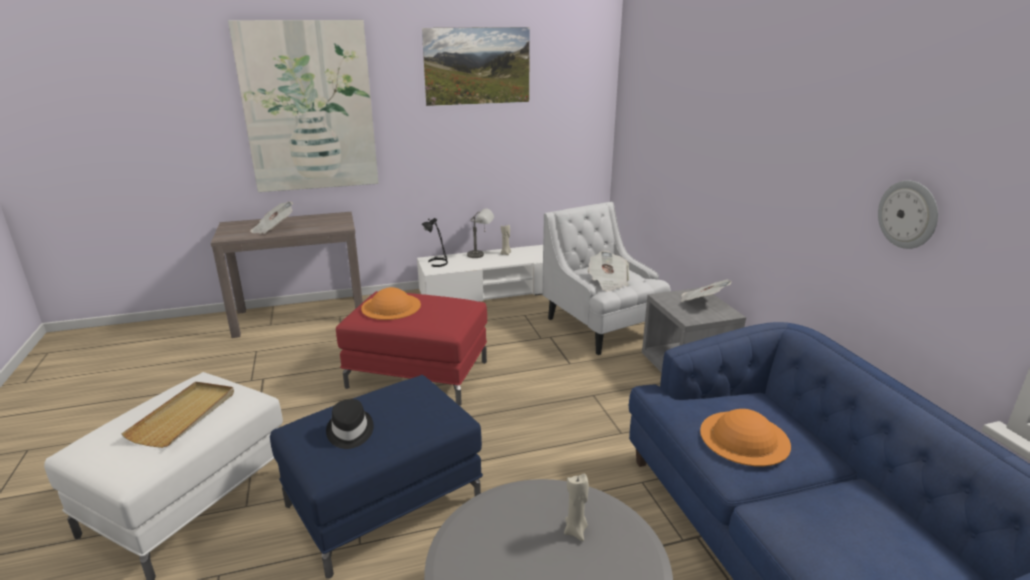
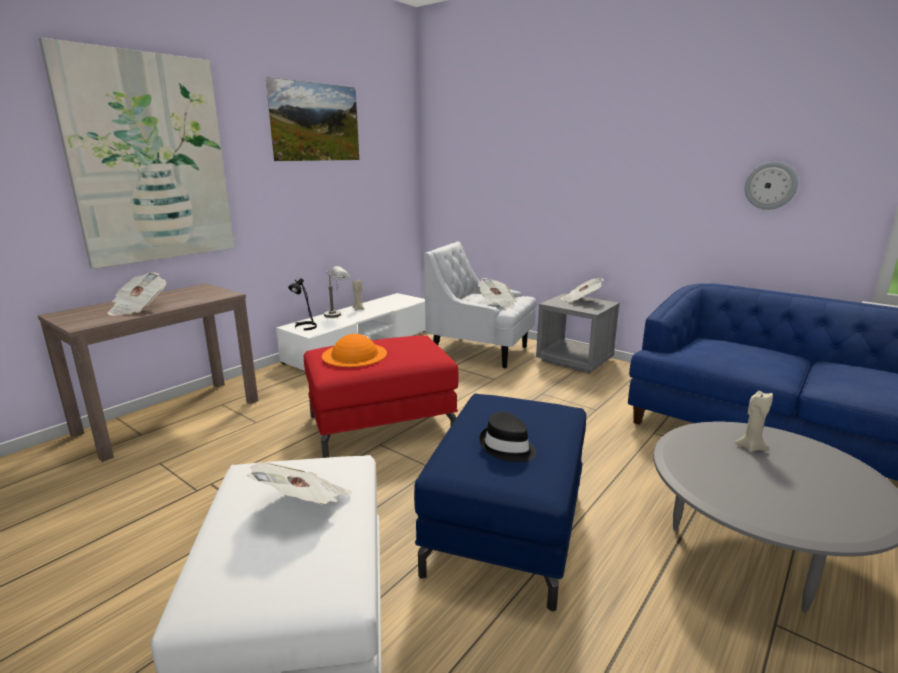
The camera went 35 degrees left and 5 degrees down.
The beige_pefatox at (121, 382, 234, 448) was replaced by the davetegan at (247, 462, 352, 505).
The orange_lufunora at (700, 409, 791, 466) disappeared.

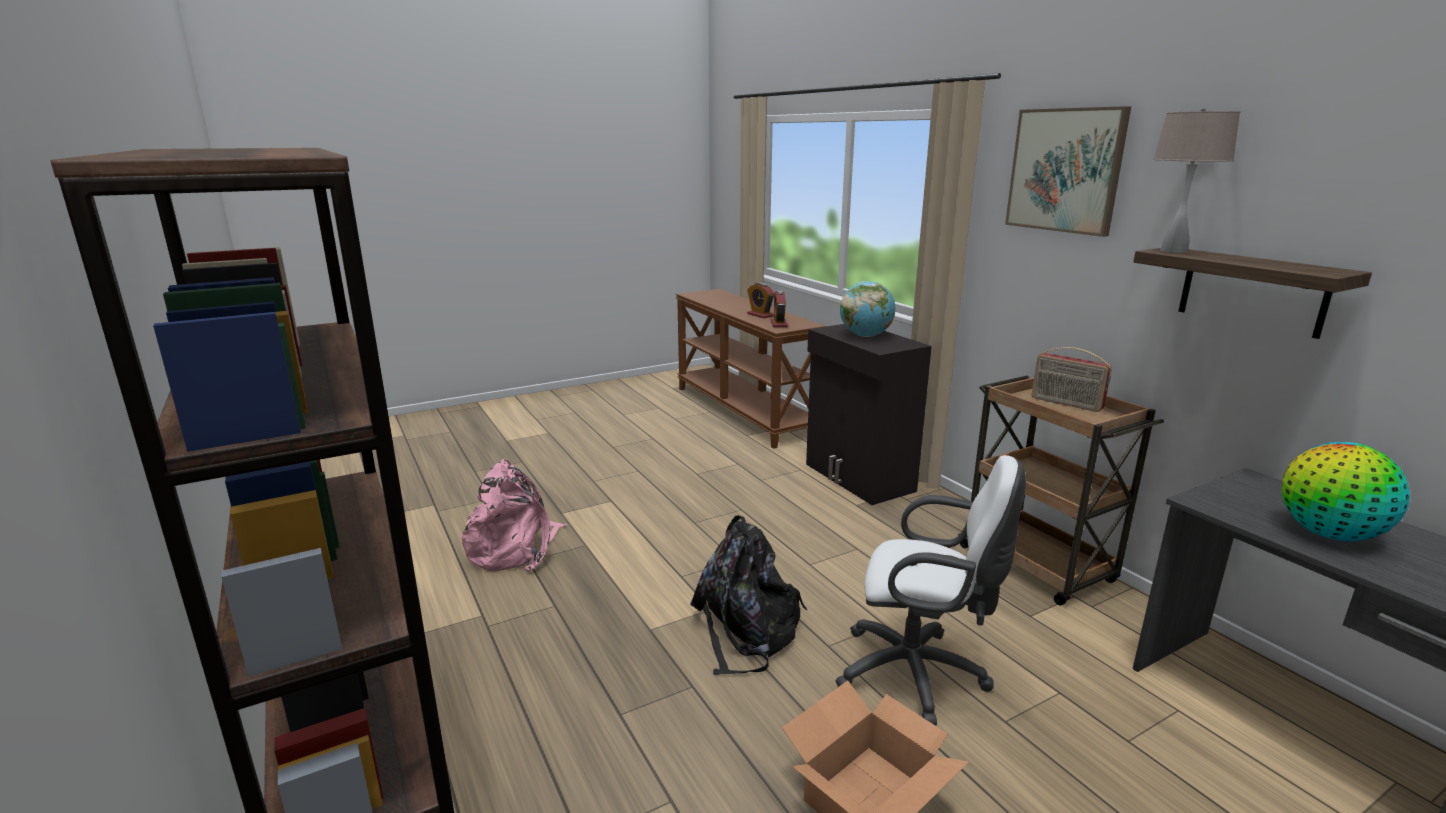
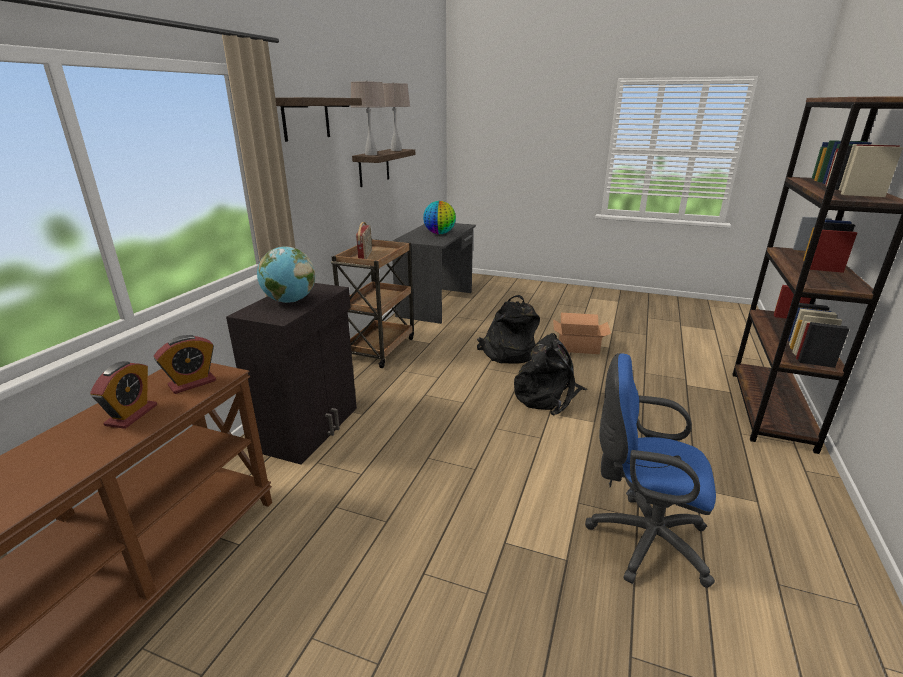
The camera went 130 degrees left and 5 degrees up.
The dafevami at (1005, 106, 1131, 237) was replaced by the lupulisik at (275, 97, 362, 142).
The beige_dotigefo at (382, 82, 410, 151) appeared.
The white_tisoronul at (836, 455, 1026, 726) was replaced by the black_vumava at (477, 295, 540, 364).
The pink_vumava at (462, 459, 567, 572) was replaced by the blue_tisoronul at (585, 353, 716, 588).

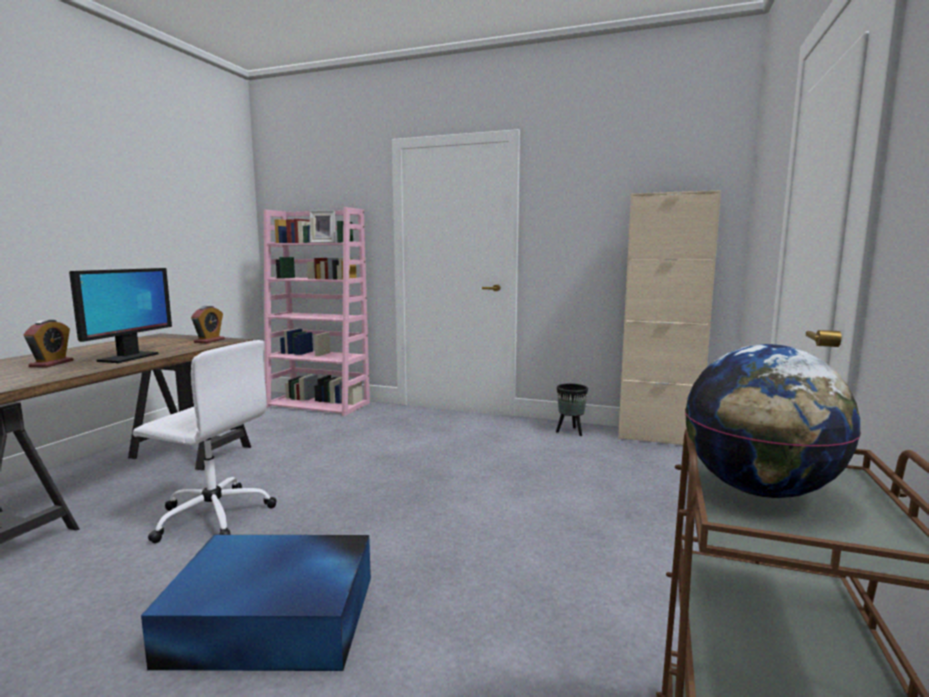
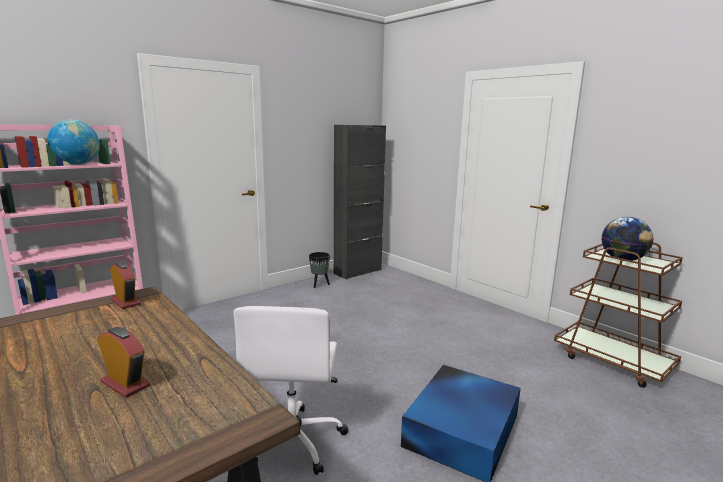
The camera went 60 degrees left and 5 degrees up.
The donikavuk at (310, 210, 335, 243) was replaced by the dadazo at (47, 119, 100, 165).
The white_tisoronul at (133, 340, 277, 543) turned 135 degrees clockwise.
The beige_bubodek at (618, 190, 721, 445) became the black_bubodek at (334, 125, 386, 280).
The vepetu at (69, 268, 172, 363) disappeared.

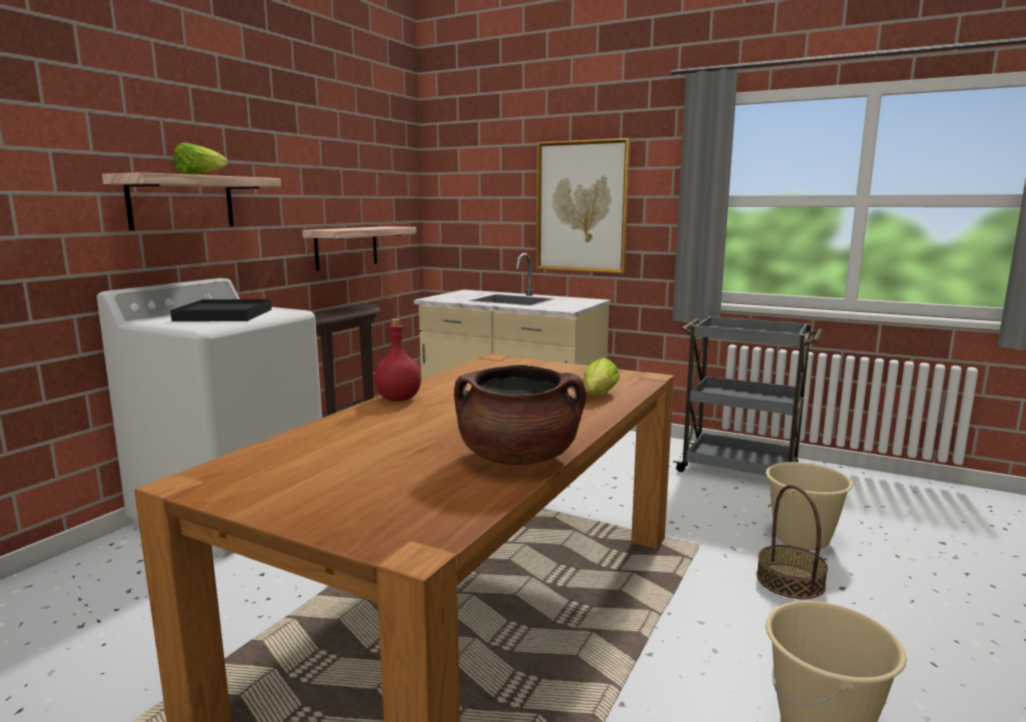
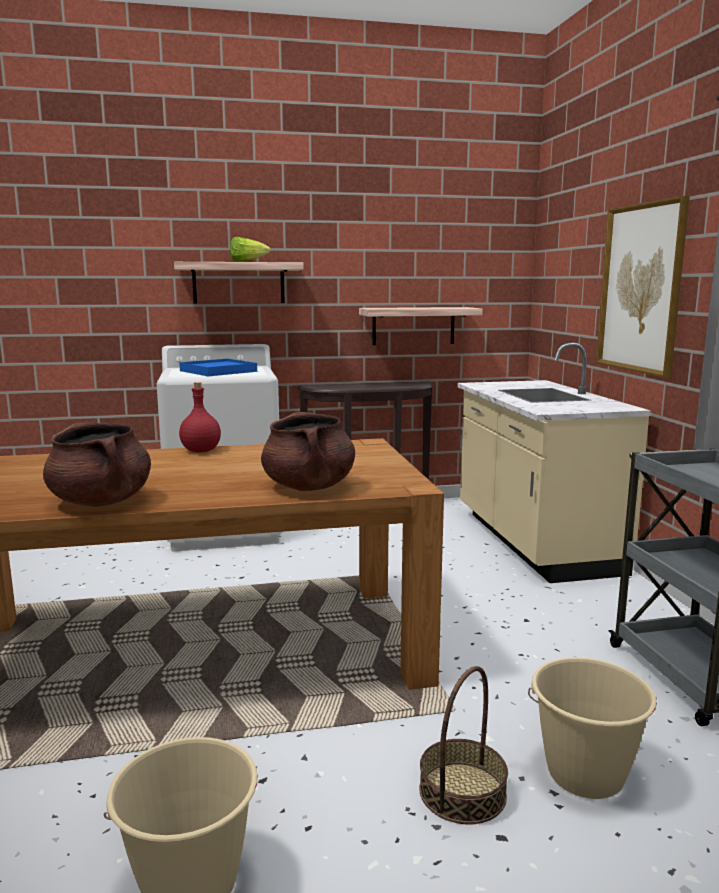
The camera went 50 degrees right and 0 degrees up.
The black_pefatox at (170, 299, 272, 322) became the blue_pefatox at (179, 359, 257, 376).
The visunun at (583, 358, 620, 395) was replaced by the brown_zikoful at (261, 412, 355, 491).

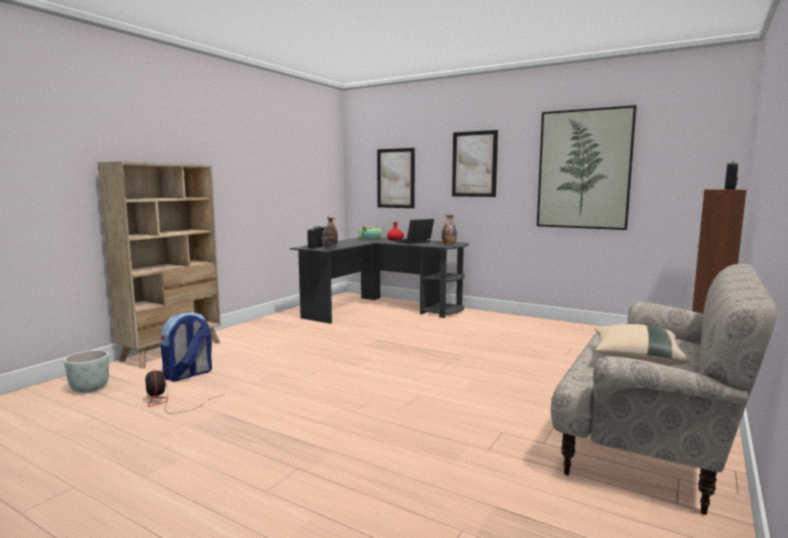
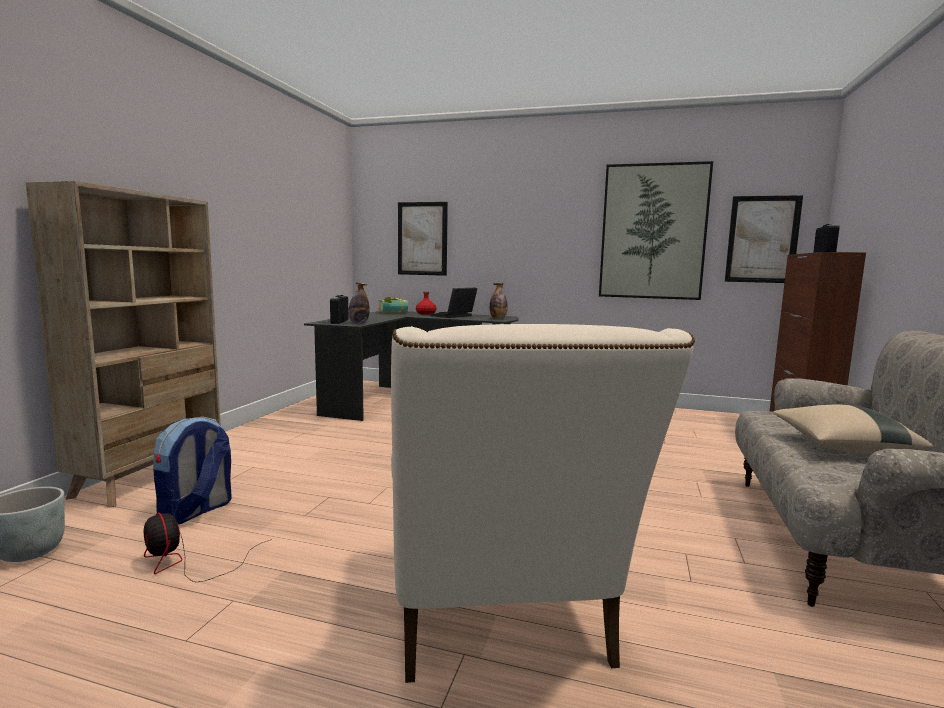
The camera went 15 degrees left and 0 degrees up.
The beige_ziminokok at (391, 324, 695, 683) appeared.
The dafevami moved from (452, 130, 498, 197) to (725, 195, 803, 283).

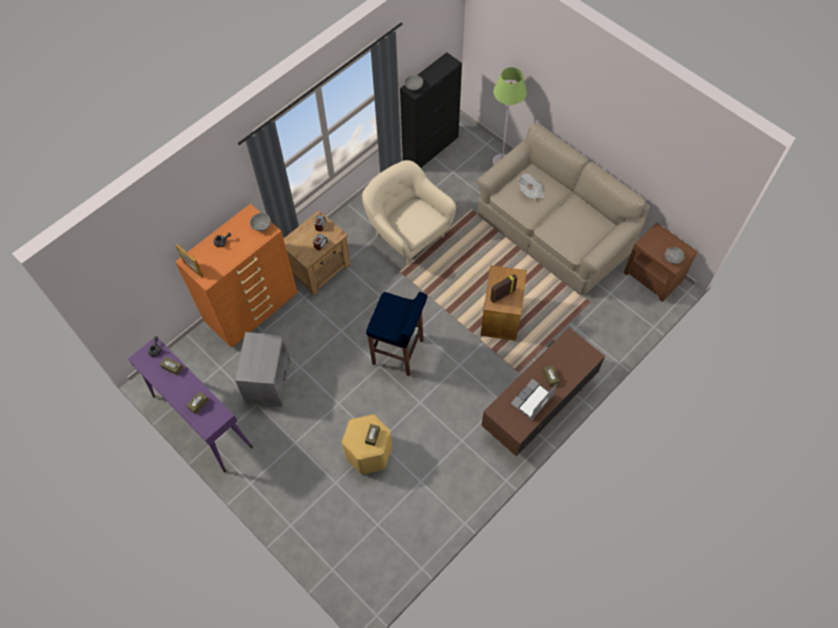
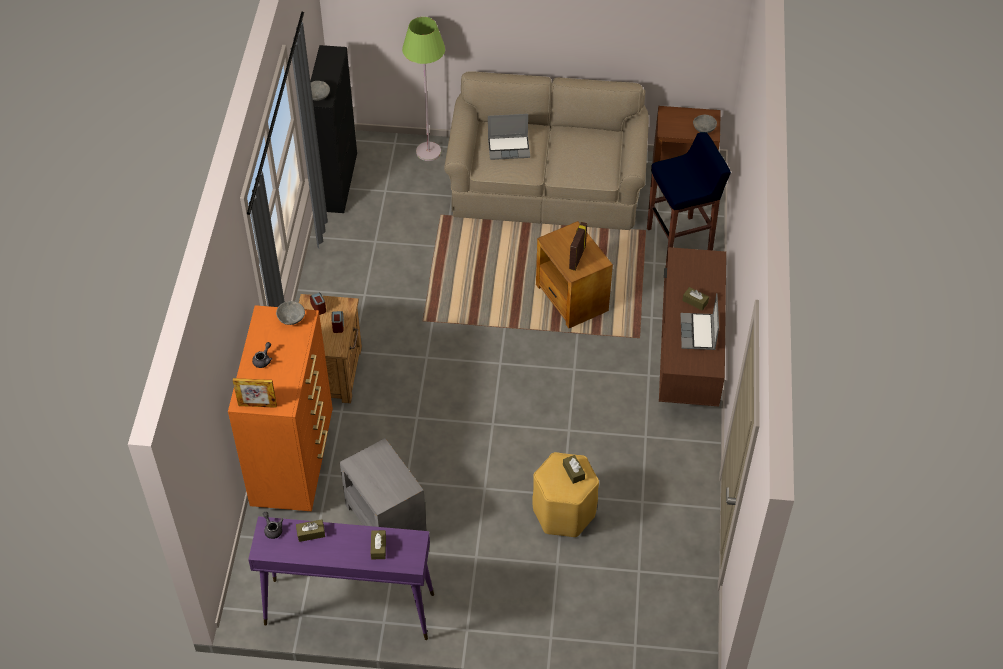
The camera went 40 degrees left and 10 degrees down.
The davetegan at (518, 173, 544, 199) was replaced by the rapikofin at (488, 114, 530, 160).
The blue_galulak moved from (366, 292, 427, 376) to (647, 132, 731, 260).
The beige_ziminokok at (362, 160, 456, 265) disappeared.

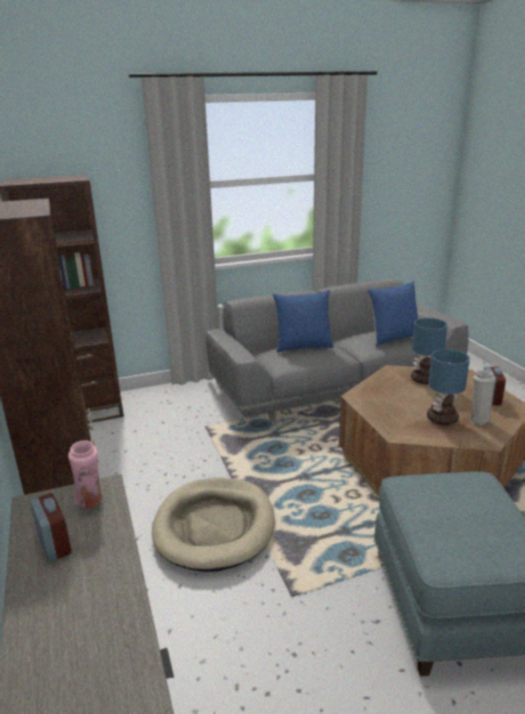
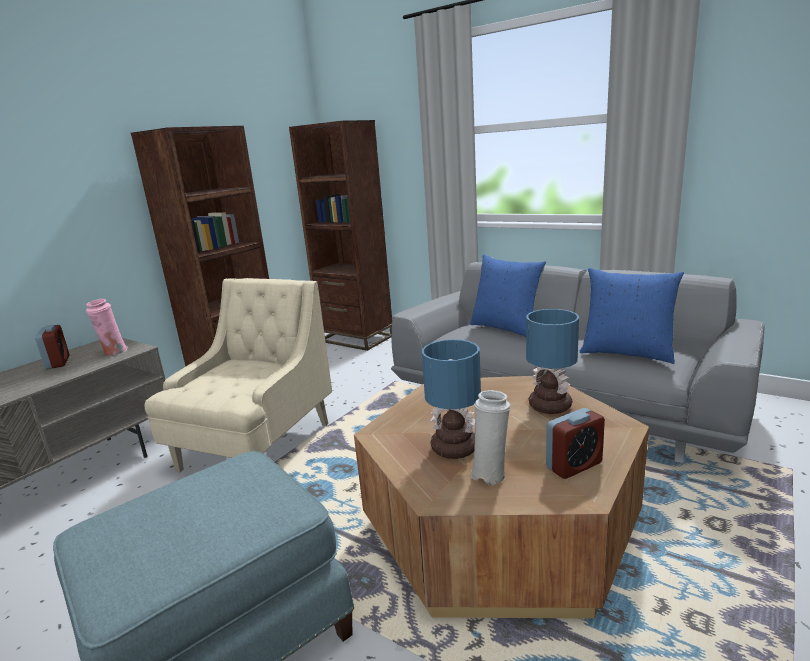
The camera went 55 degrees right and 5 degrees down.
The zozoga at (30, 493, 71, 562) turned 45 degrees counterclockwise.
The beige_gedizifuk at (152, 478, 275, 572) was replaced by the beige_ziminokok at (145, 278, 332, 472).

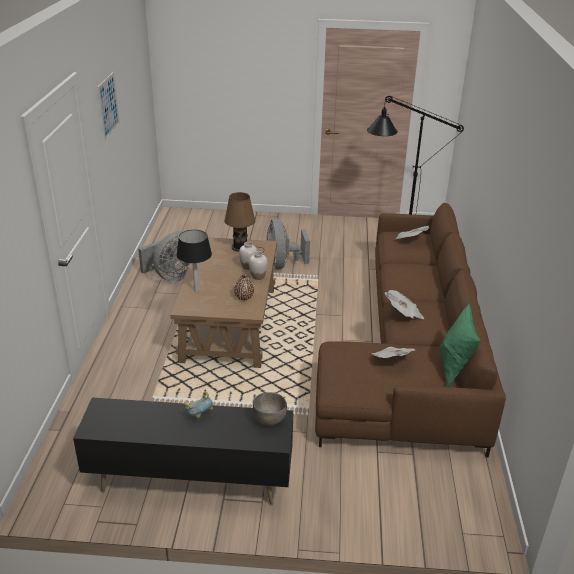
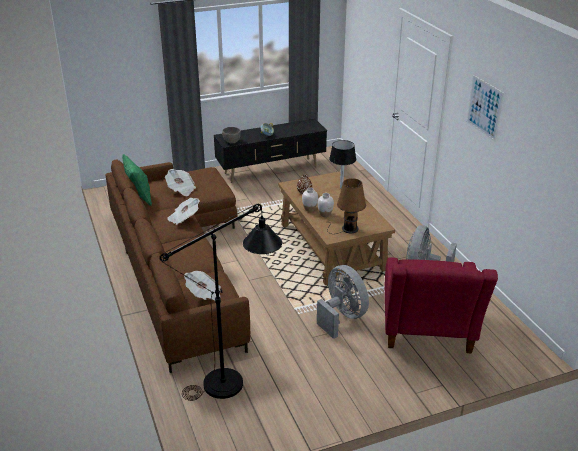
The camera went 155 degrees right and 0 degrees up.
The red_ziminokok at (385, 258, 498, 354) appeared.

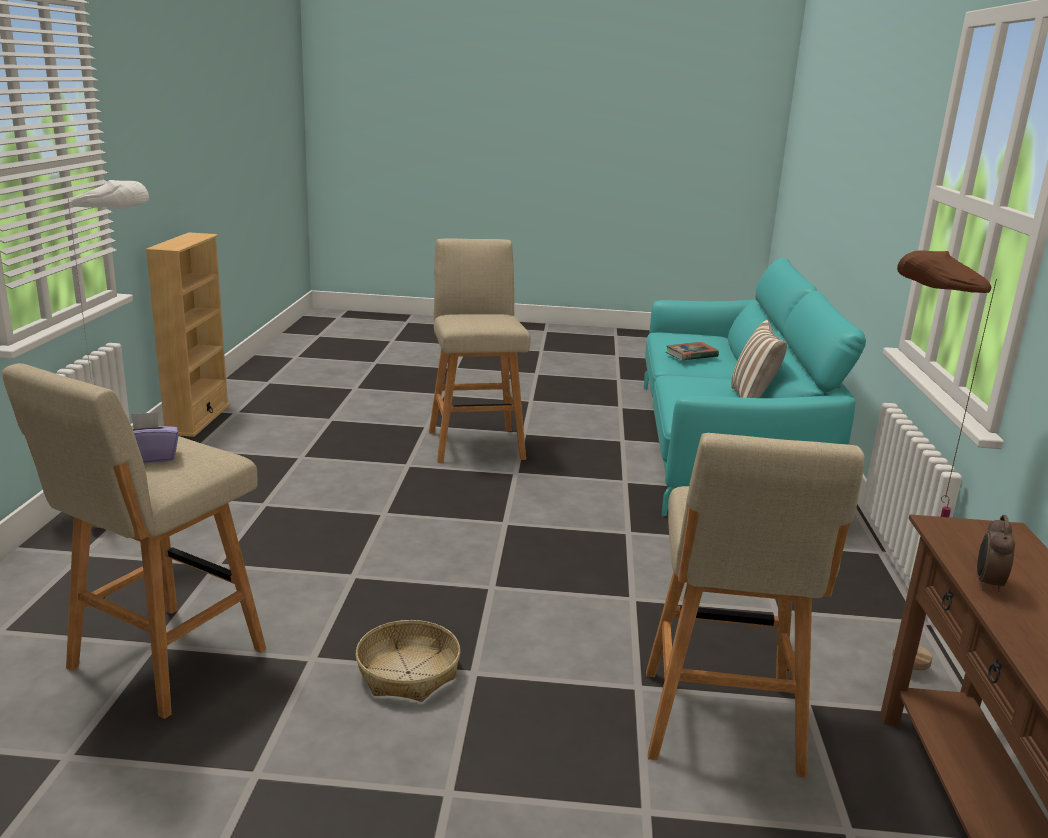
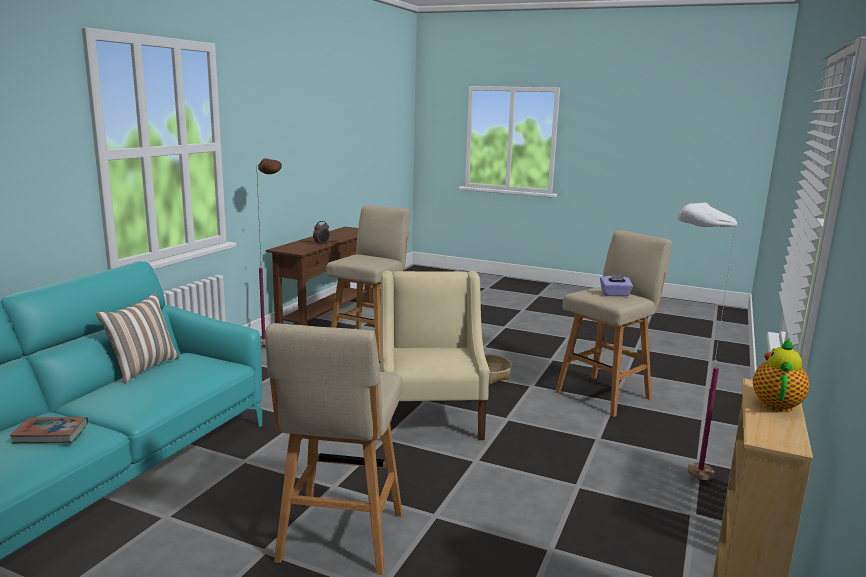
The camera went 160 degrees left and 5 degrees down.
The beige_ziminokok at (380, 271, 489, 440) appeared.
The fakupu at (753, 338, 809, 412) appeared.

